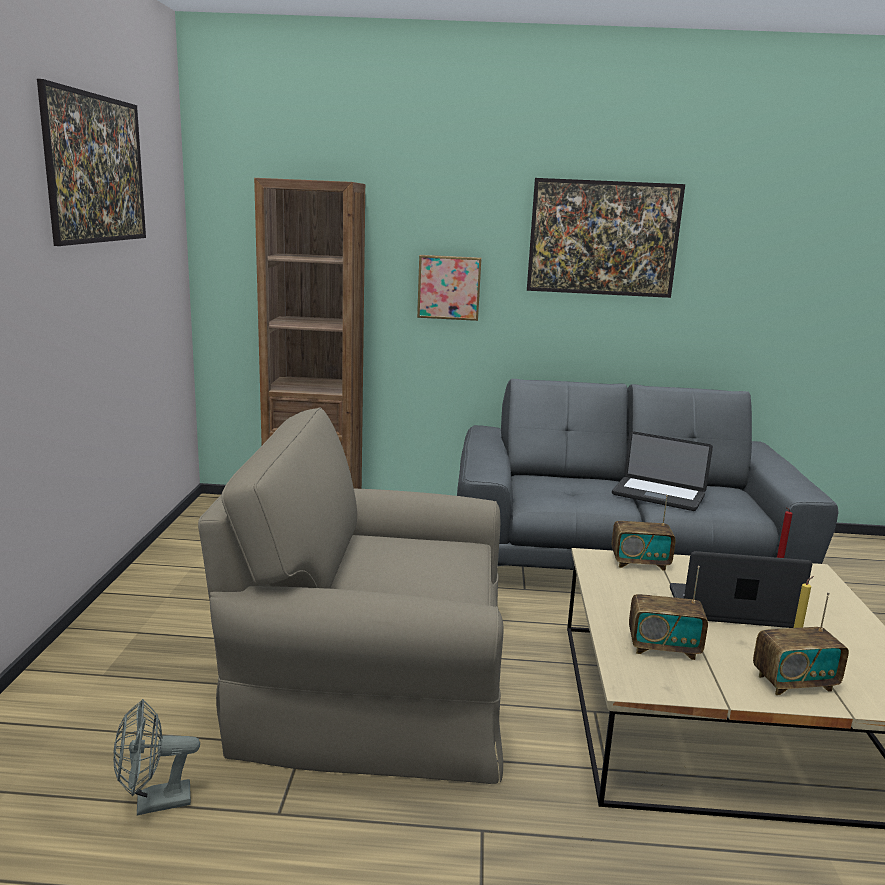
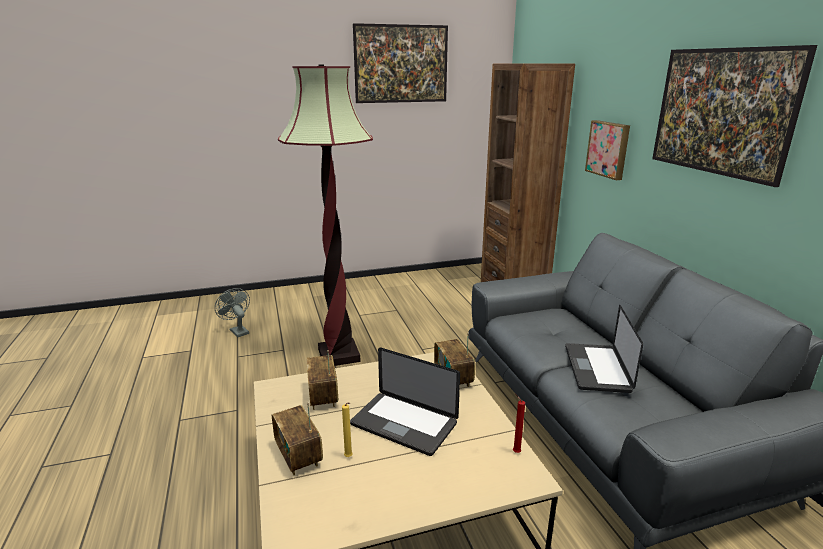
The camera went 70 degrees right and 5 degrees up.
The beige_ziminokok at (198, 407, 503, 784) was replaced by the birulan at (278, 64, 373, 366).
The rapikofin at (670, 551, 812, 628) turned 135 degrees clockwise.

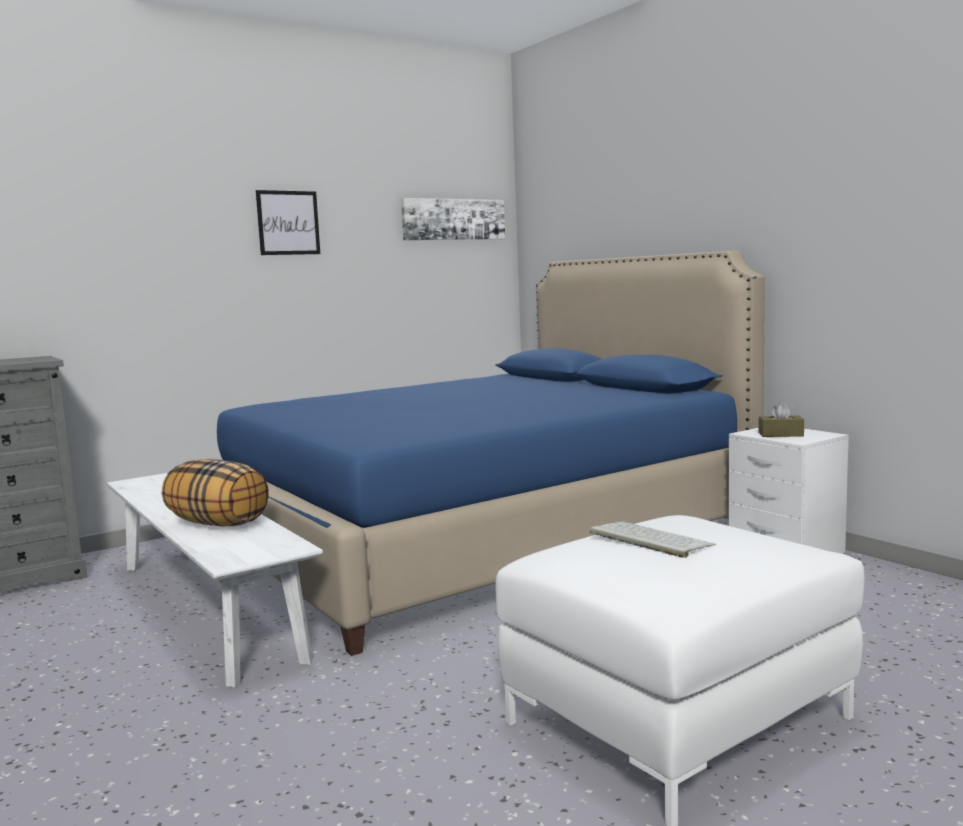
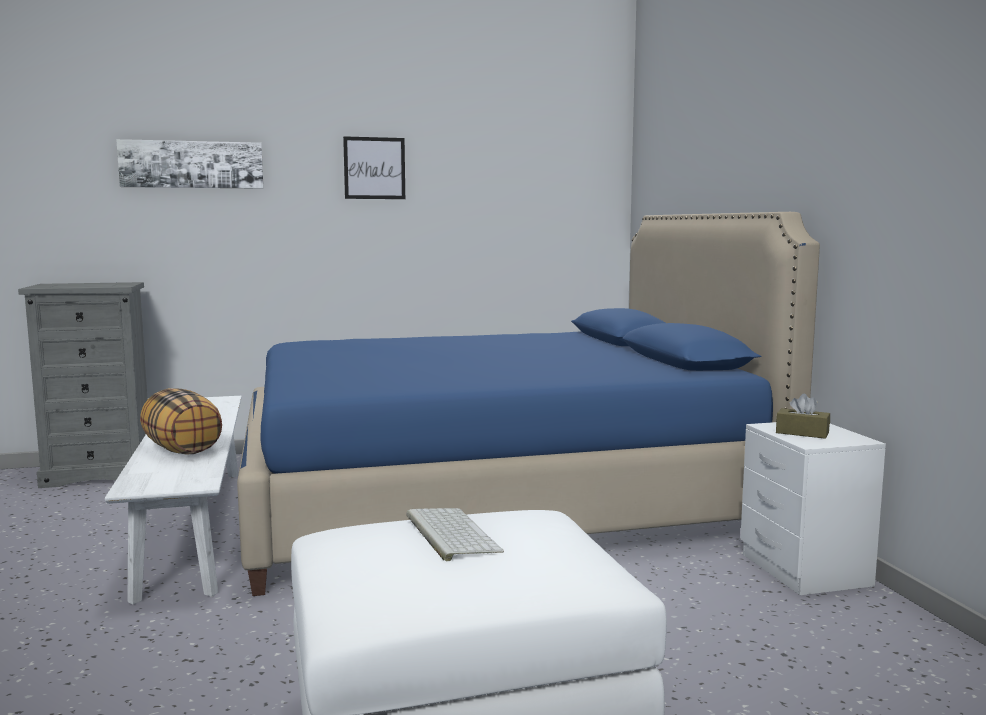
The camera went 20 degrees right and 0 degrees up.
The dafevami moved from (401, 198, 505, 240) to (116, 139, 264, 189).

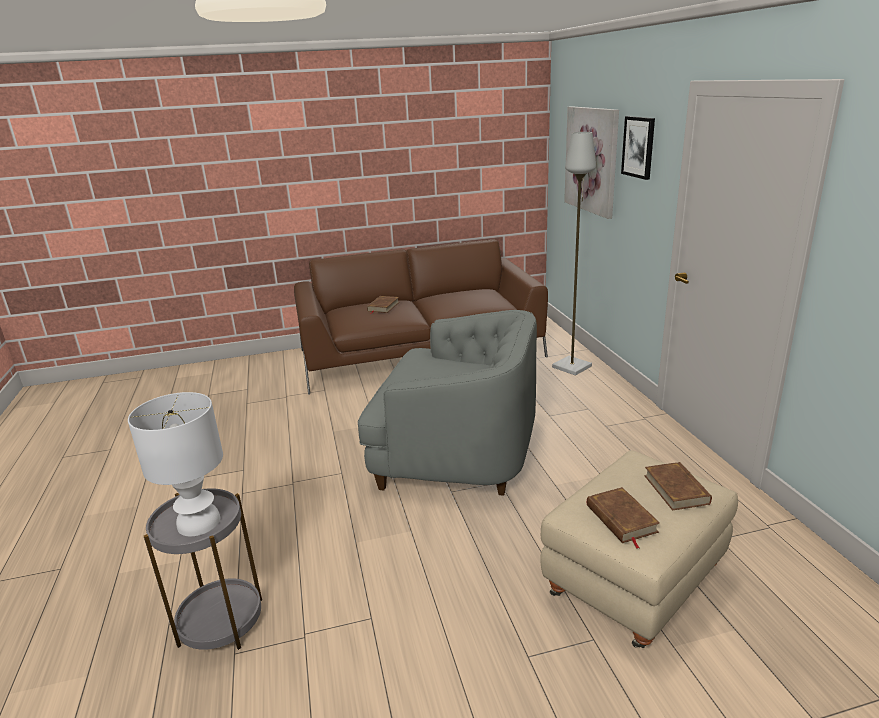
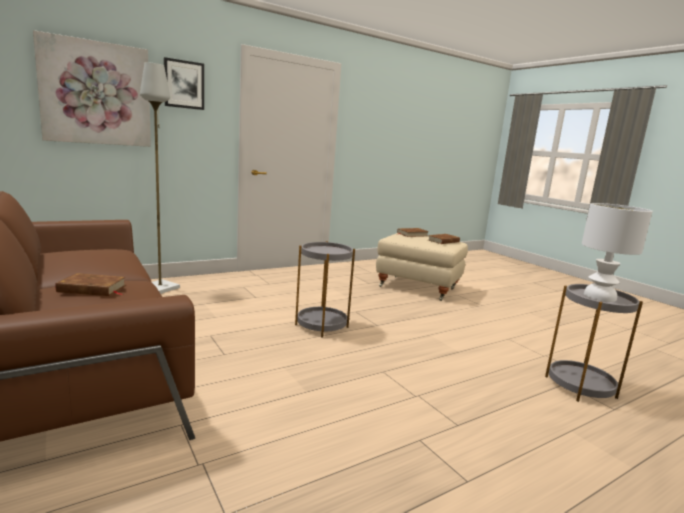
The camera went 110 degrees left and 10 degrees down.
The grey_ziminokok at (358, 310, 537, 496) was replaced by the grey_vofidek at (295, 241, 355, 338).

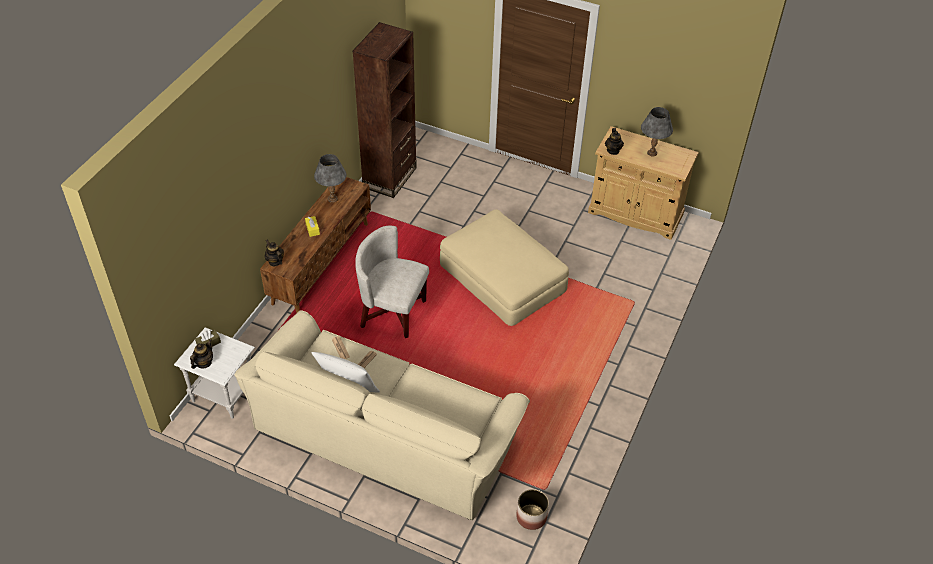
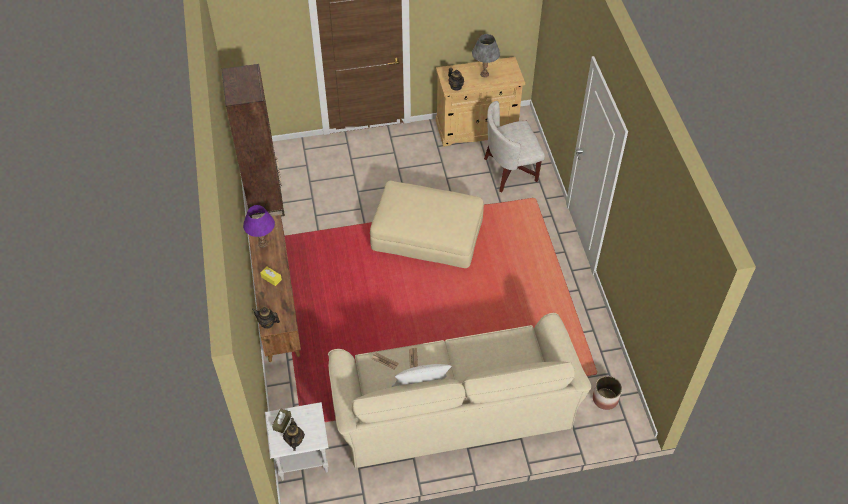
The camera went 35 degrees left and 5 degrees up.
The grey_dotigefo at (314, 154, 347, 203) became the purple_dotigefo at (243, 205, 275, 248).
The white_ziminokok moved from (355, 226, 429, 338) to (484, 101, 545, 192).

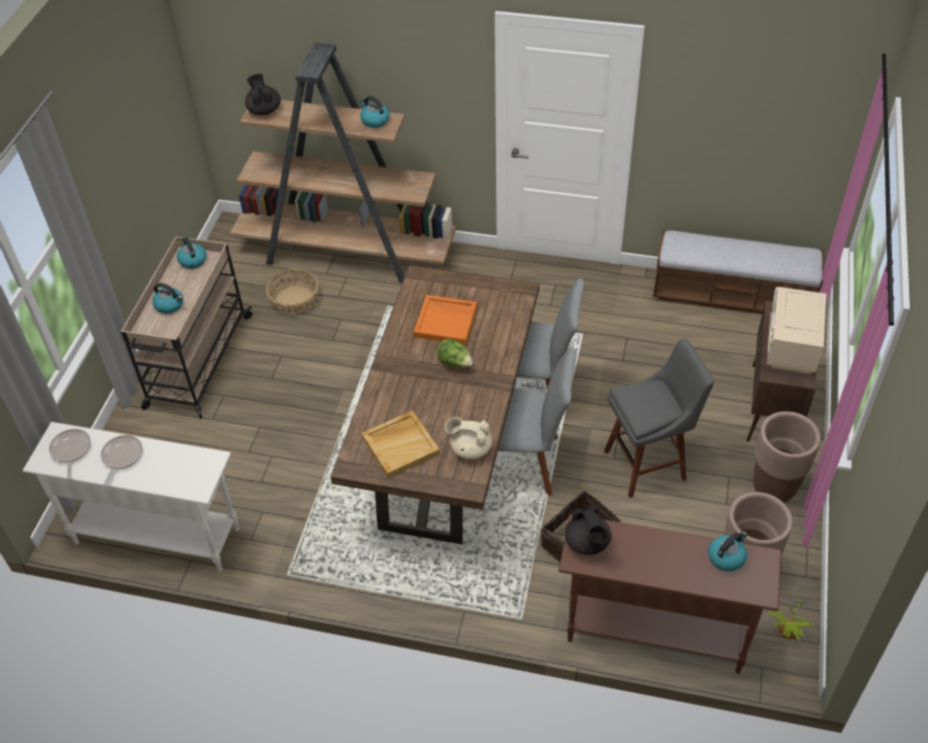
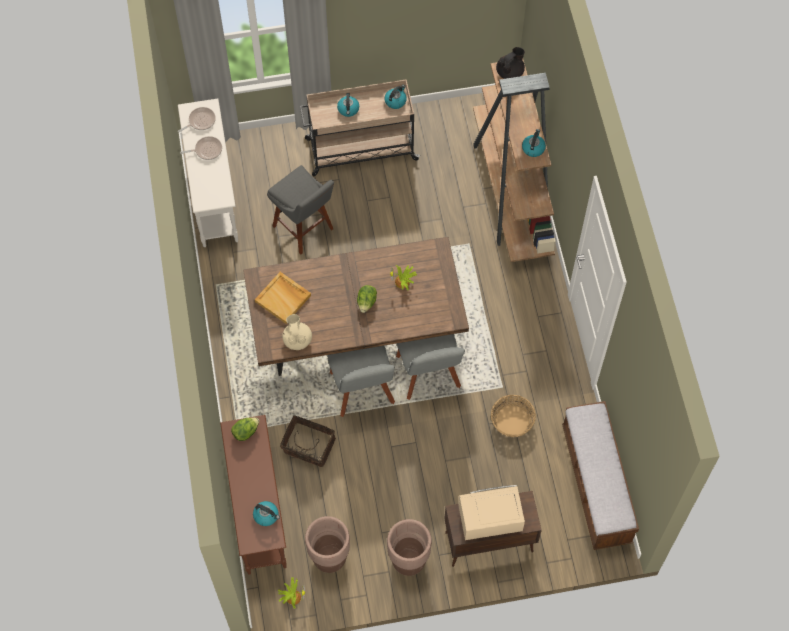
The camera went 65 degrees right and 15 degrees up.
The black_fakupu at (565, 506, 612, 555) was replaced by the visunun at (231, 418, 259, 441).
The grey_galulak moved from (604, 338, 714, 498) to (267, 165, 334, 255).
The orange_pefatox at (414, 295, 477, 345) was replaced by the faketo at (390, 265, 417, 290).
The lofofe moved from (266, 269, 318, 313) to (491, 395, 536, 437).

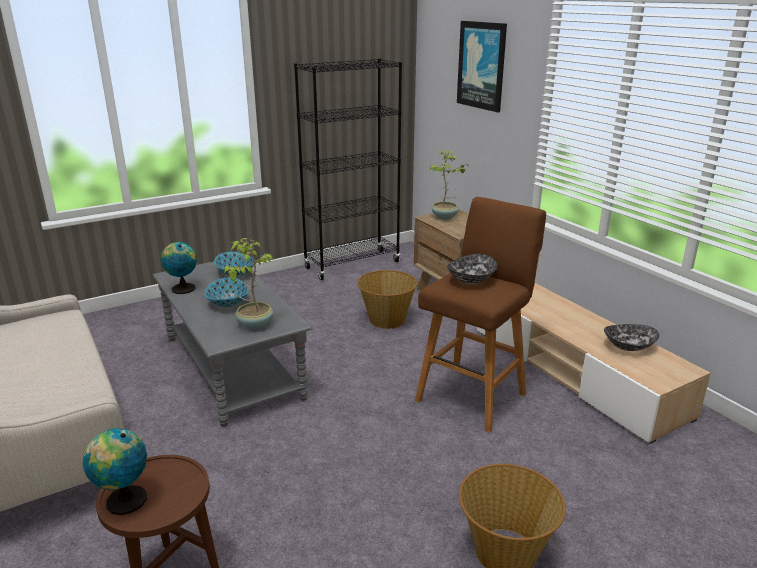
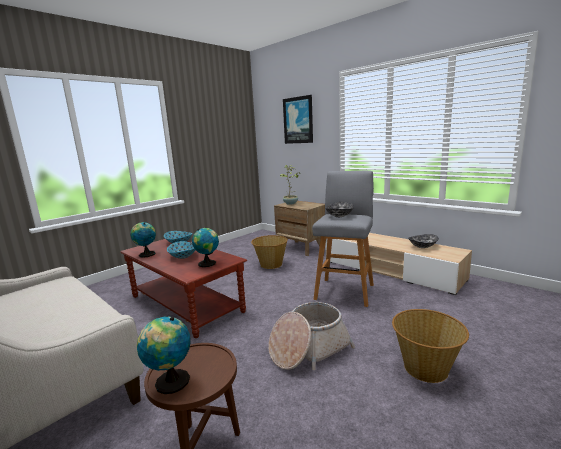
The camera went 15 degrees left and 10 degrees down.
The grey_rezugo at (153, 261, 312, 427) became the brown_rezugo at (120, 239, 247, 338).
The faketo at (224, 238, 274, 330) was replaced by the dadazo at (192, 228, 219, 267).
The lofofe at (268, 302, 355, 370) appeared.
The brown_galulak at (415, 197, 546, 433) became the grey_galulak at (312, 171, 374, 307).
The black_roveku at (294, 58, 402, 280) disappeared.

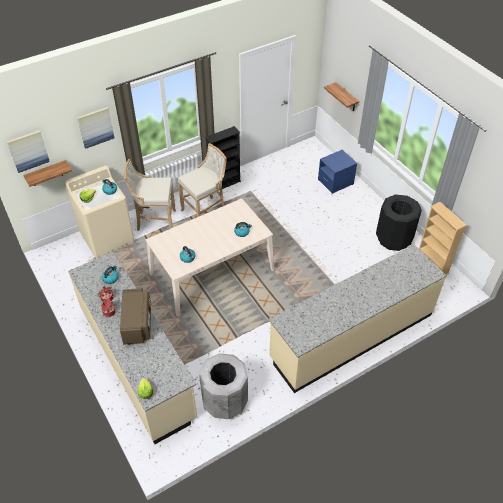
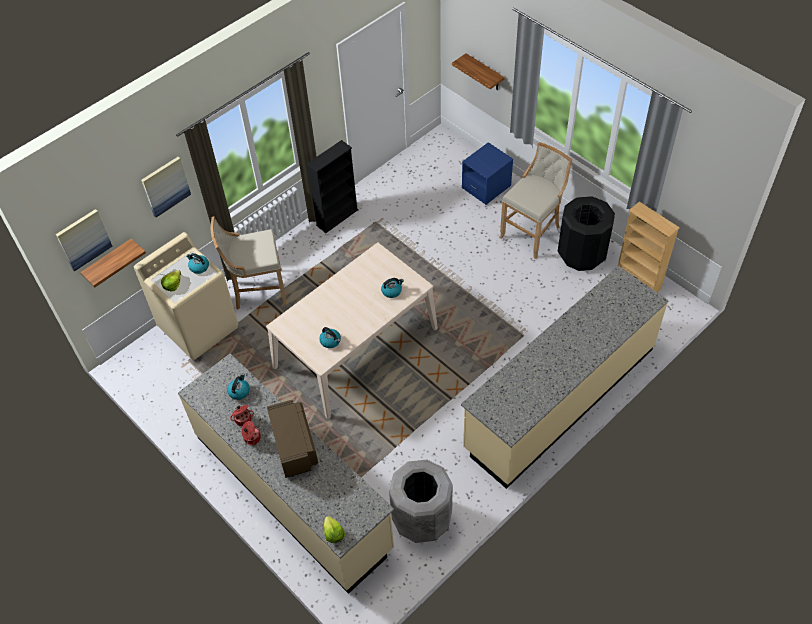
The camera went 10 degrees left and 5 degrees up.
The beige_galulak moved from (178, 143, 227, 217) to (499, 142, 572, 259).

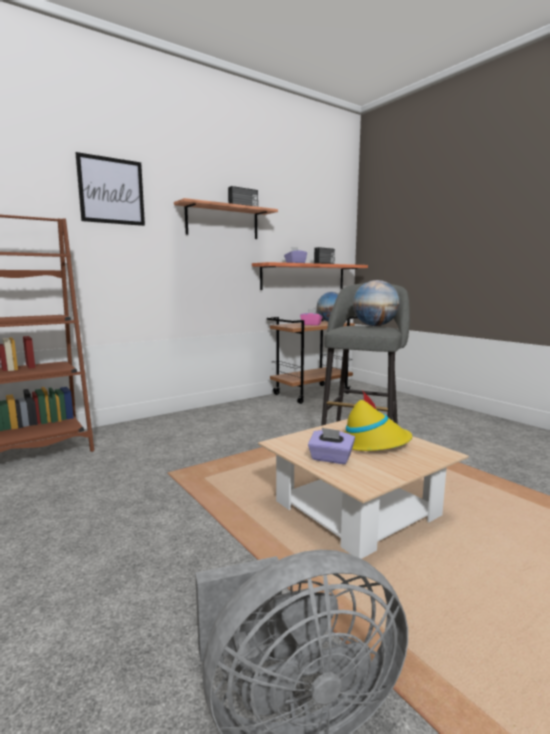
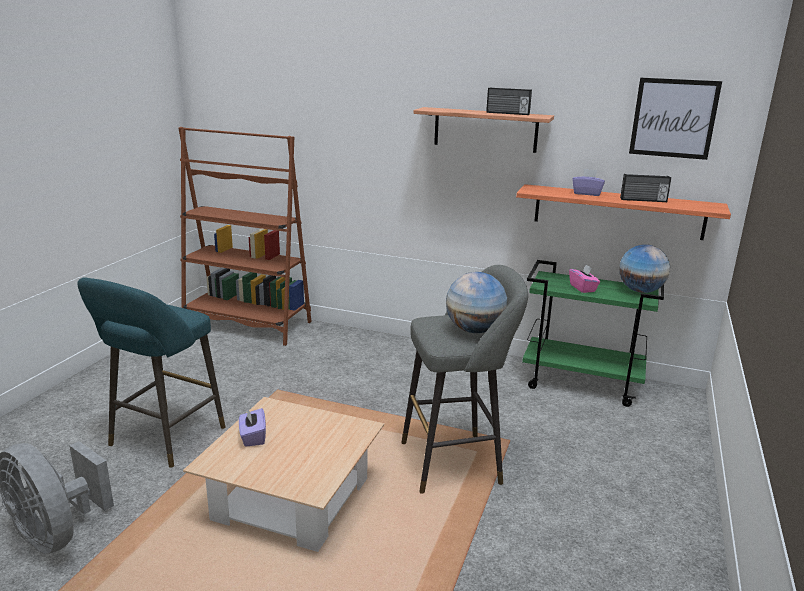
The camera went 55 degrees right and 10 degrees up.
The turquoise_galulak at (78, 277, 225, 468) appeared.
The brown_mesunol at (267, 316, 358, 404) became the green_mesunol at (522, 260, 664, 407).
The dafevami moved from (75, 152, 145, 226) to (629, 78, 722, 160).
The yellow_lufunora at (344, 390, 412, 451) disappeared.

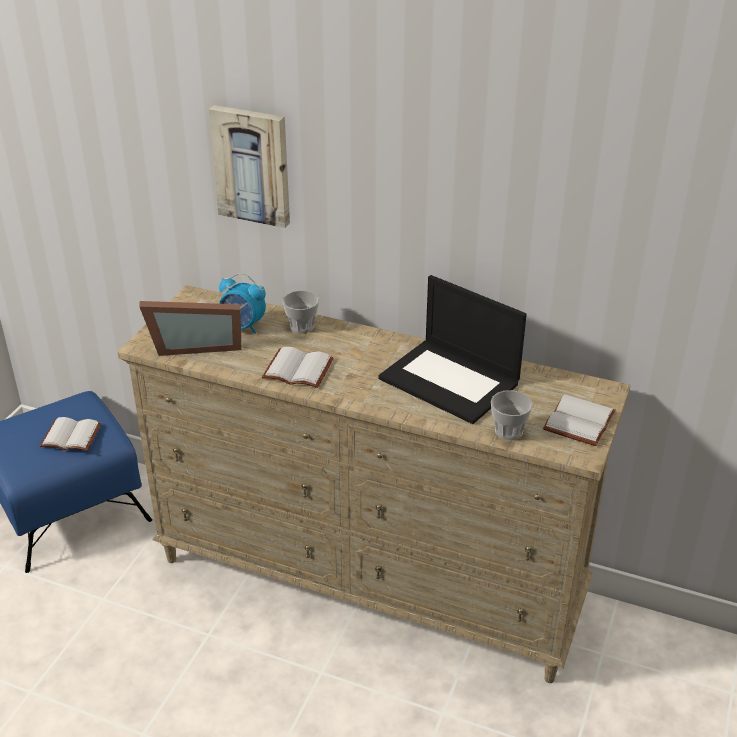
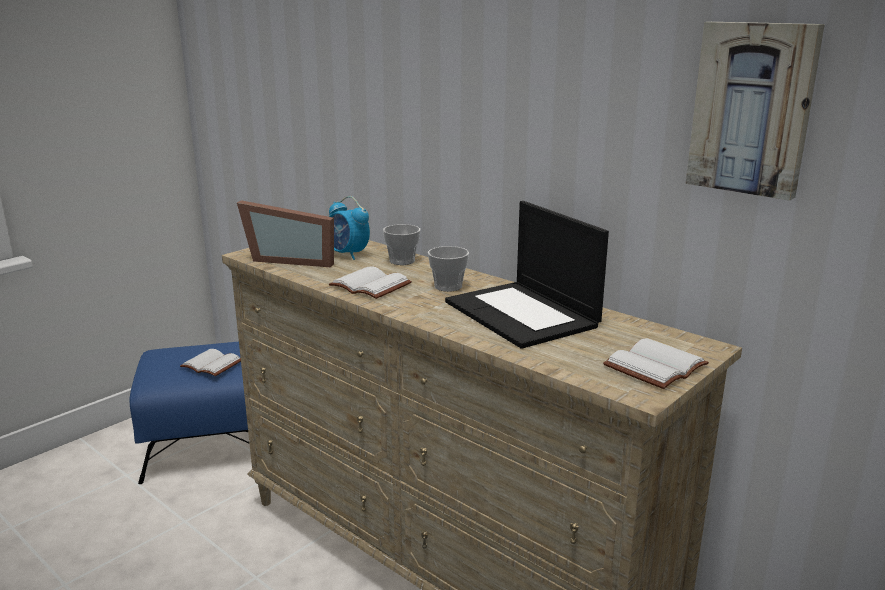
The camera went 20 degrees right and 15 degrees down.
The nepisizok moved from (491, 390, 533, 440) to (428, 246, 469, 292).
The dafevami moved from (208, 105, 290, 228) to (686, 22, 825, 201).

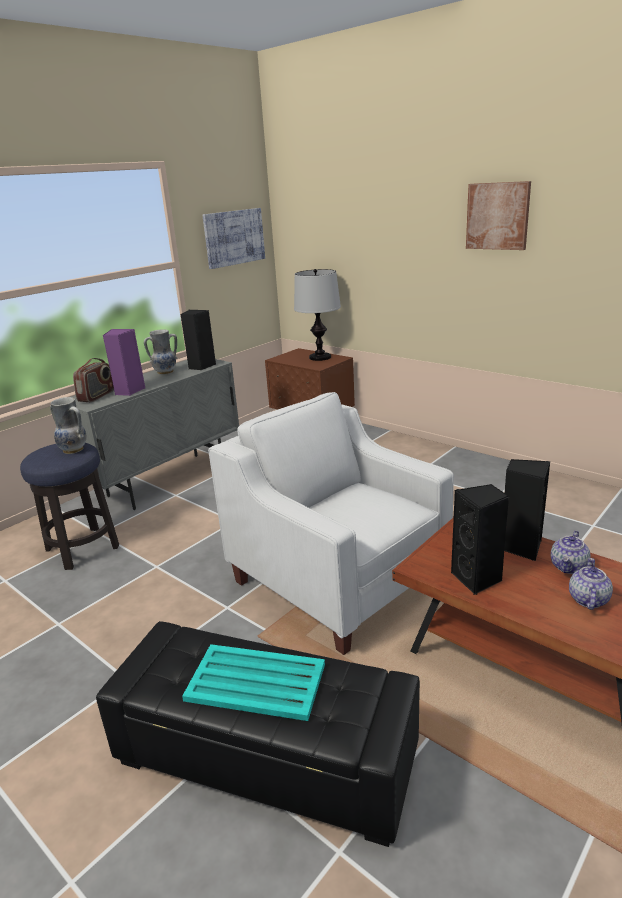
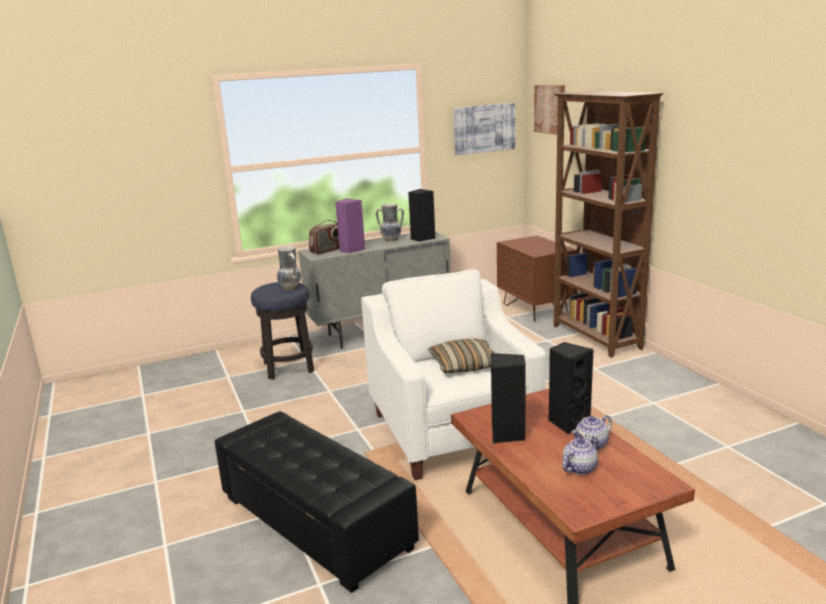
The camera went 25 degrees right and 5 degrees down.
The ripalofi at (428, 338, 494, 373) appeared.
The dafevami moved from (466, 181, 531, 250) to (534, 85, 565, 135).
The brown_roveku at (554, 91, 663, 358) appeared.
The turquoise_pefatox at (182, 644, 325, 721) disappeared.
The dotigefo at (294, 269, 341, 361) disappeared.

